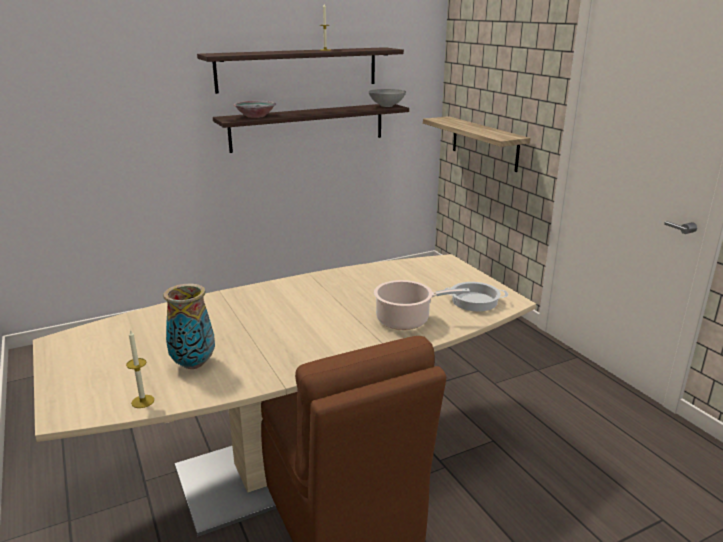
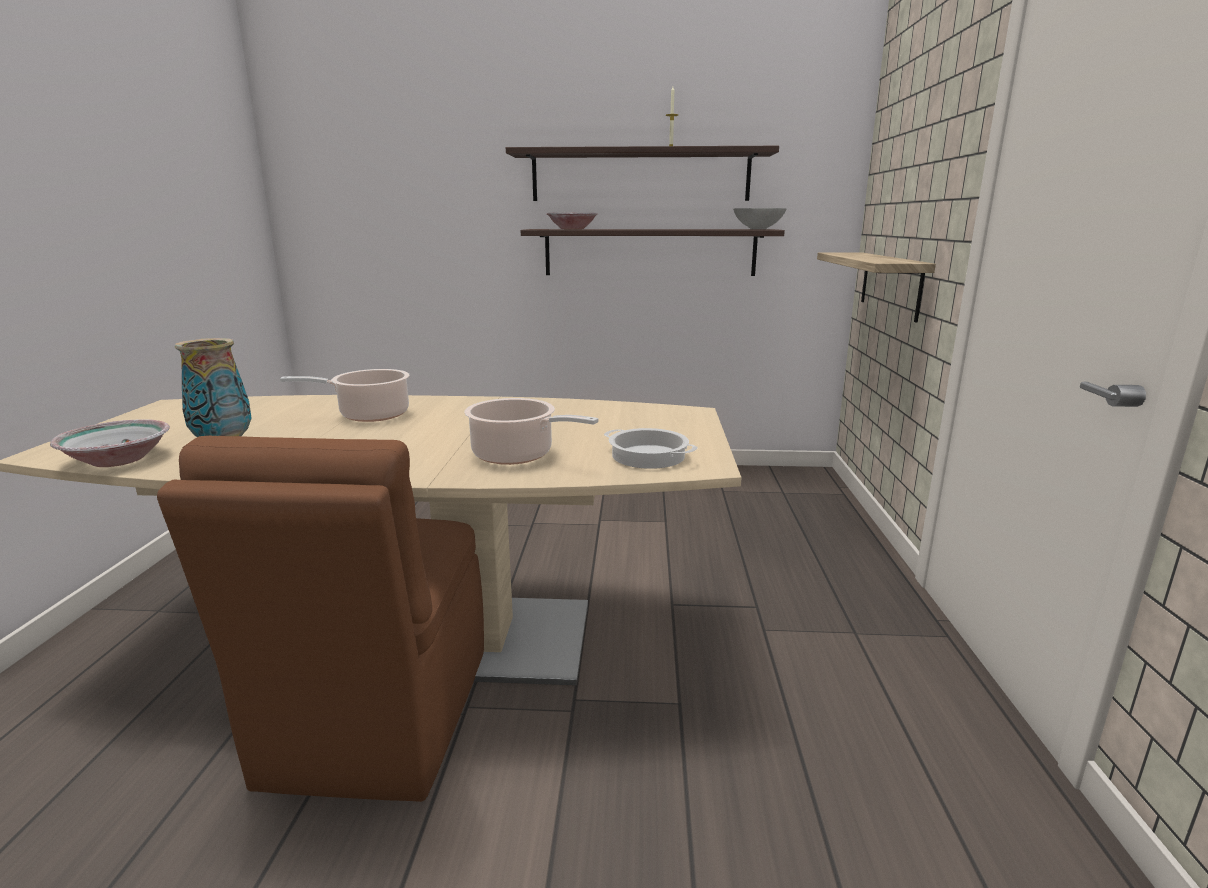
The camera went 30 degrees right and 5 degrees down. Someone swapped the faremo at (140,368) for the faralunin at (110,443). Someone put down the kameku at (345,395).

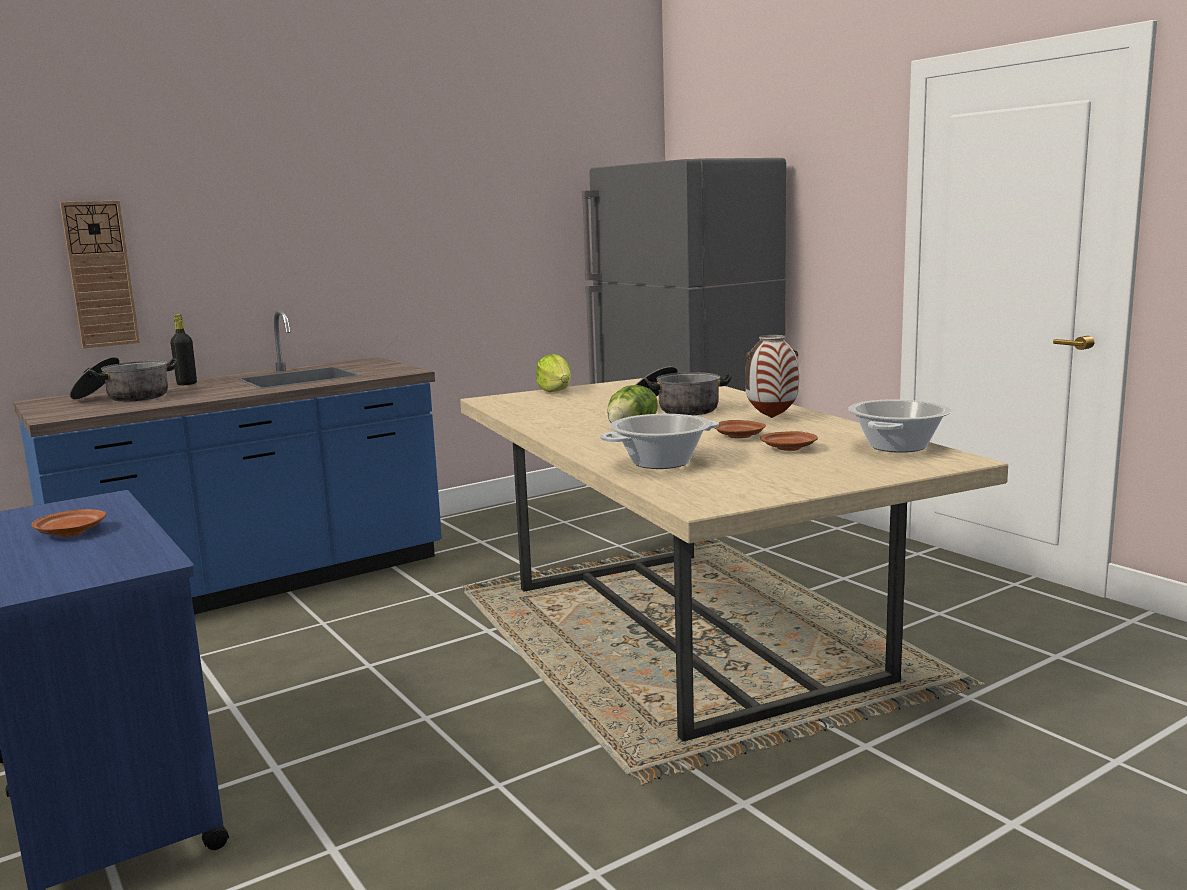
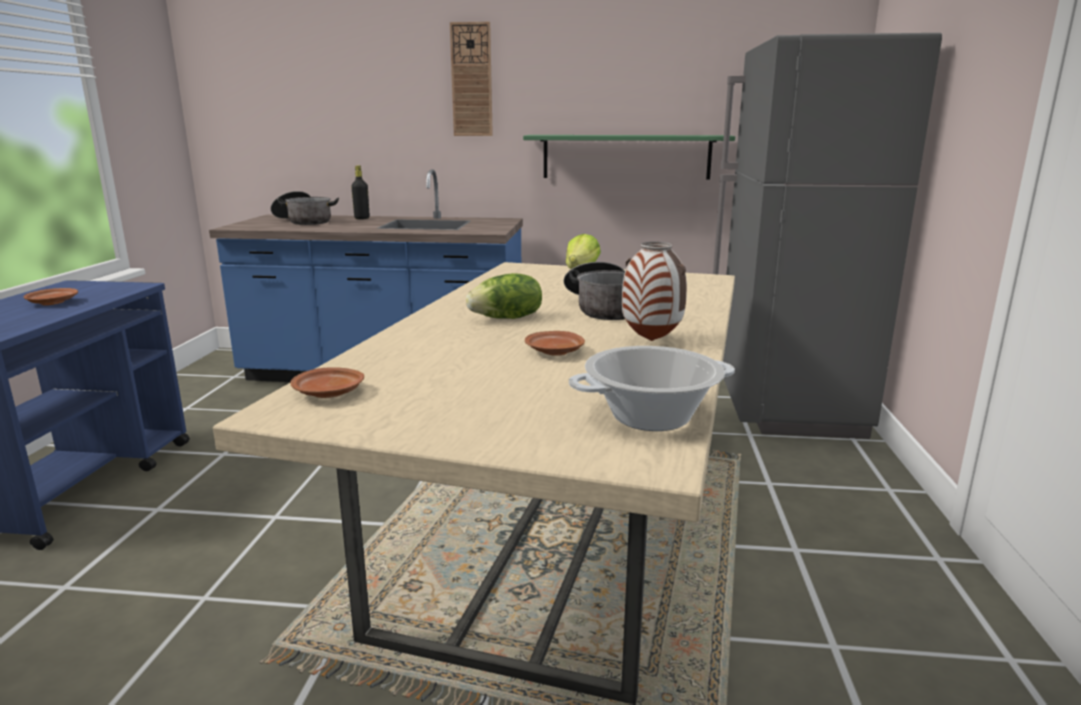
The camera went 40 degrees right and 5 degrees up. Someone carried the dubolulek from (100,274) to (471,79). Someone took away the kameku at (659,441). Someone carried the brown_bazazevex from (789,441) to (327,382). Someone put up the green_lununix at (629,157).

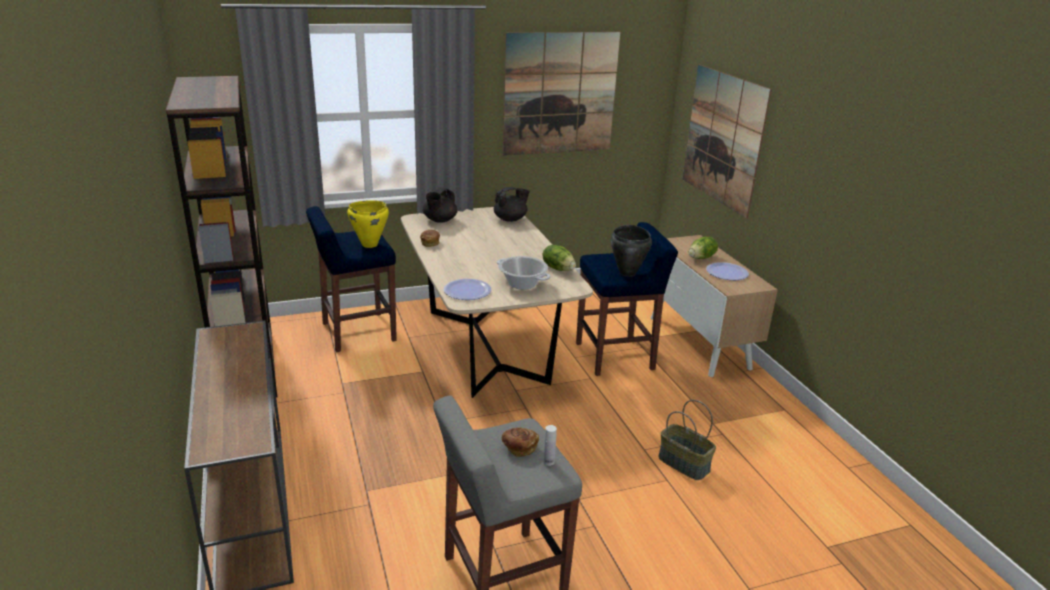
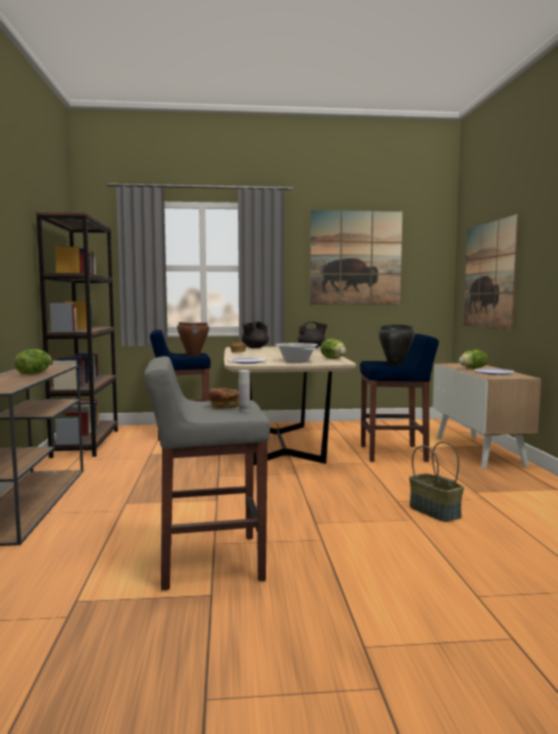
The camera went 15 degrees right and 20 degrees down. Someone repainted the yellow_kameku at (368,224), which became the brown_kameku at (193,339). Someone put down the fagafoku at (32,362).

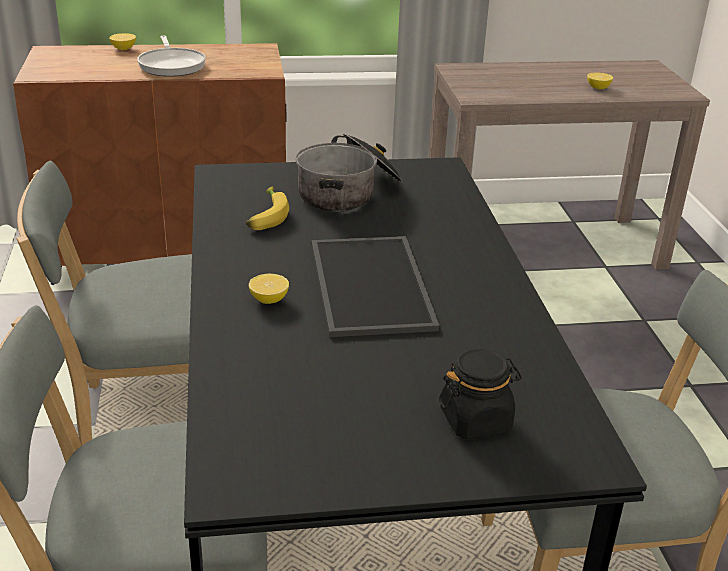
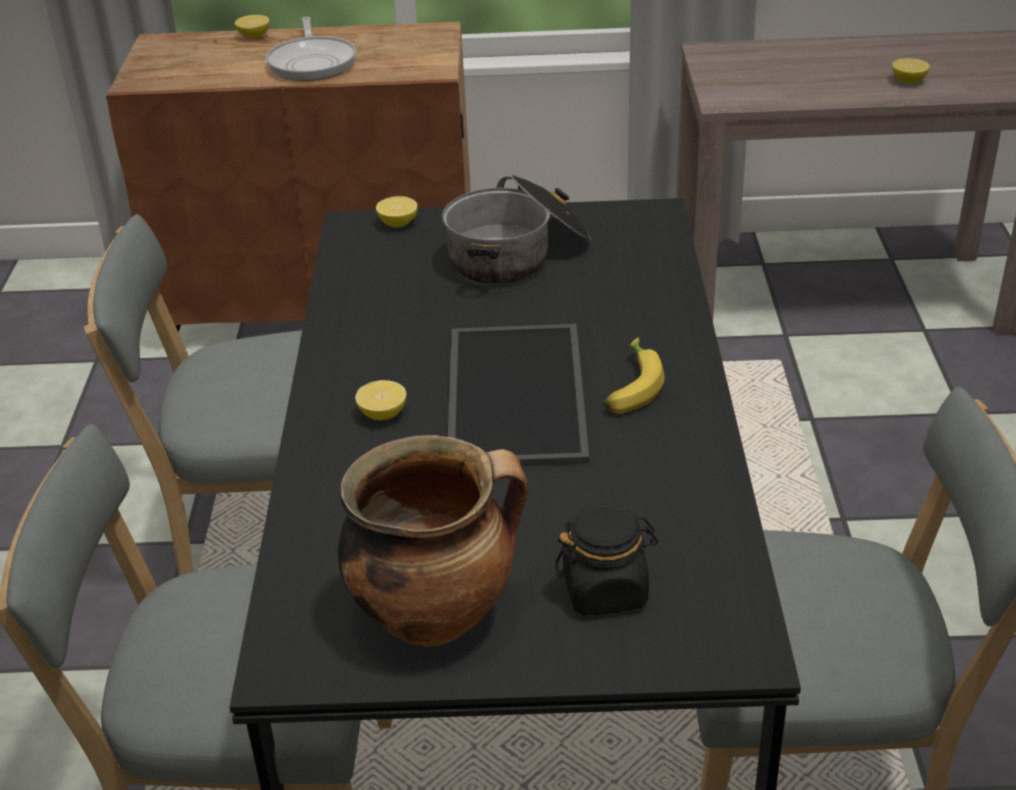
The camera went 10 degrees right and 5 degrees up. Someone carried the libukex from (267,208) to (634,375). Someone put down the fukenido at (397,212). Someone put down the kameku at (433,541).

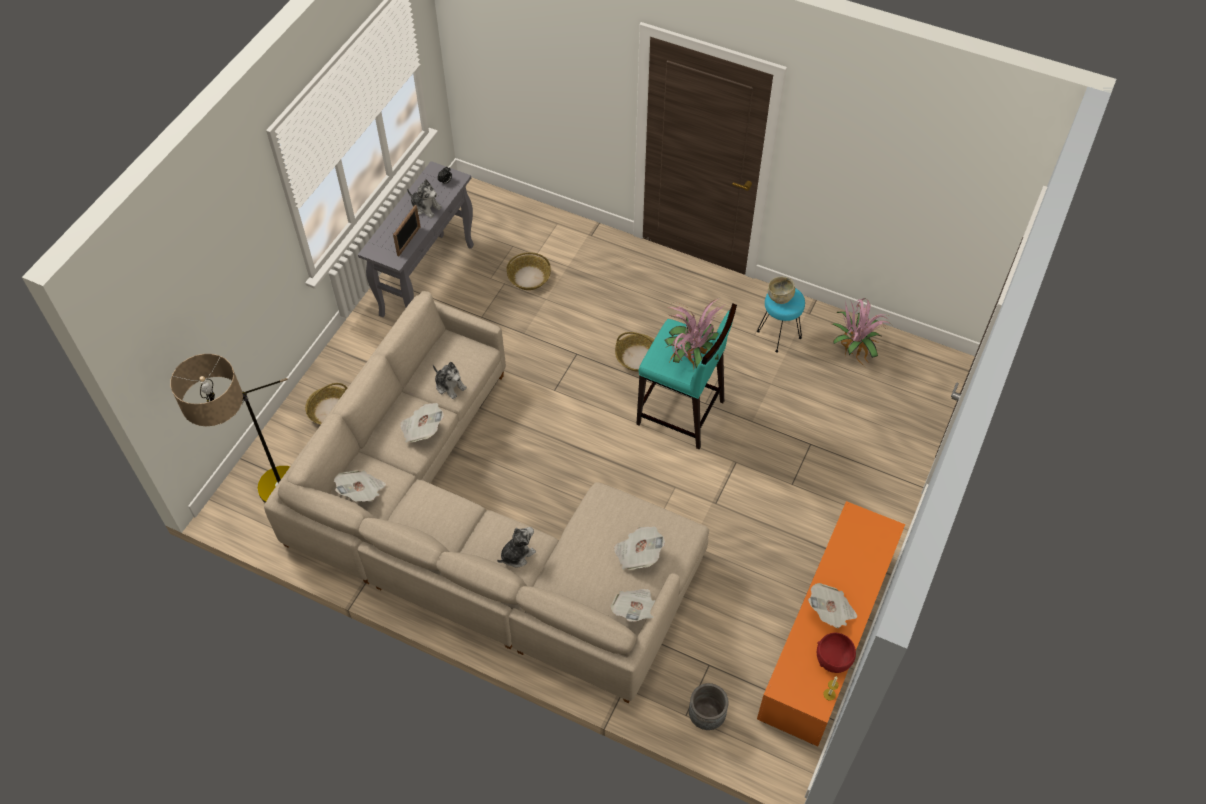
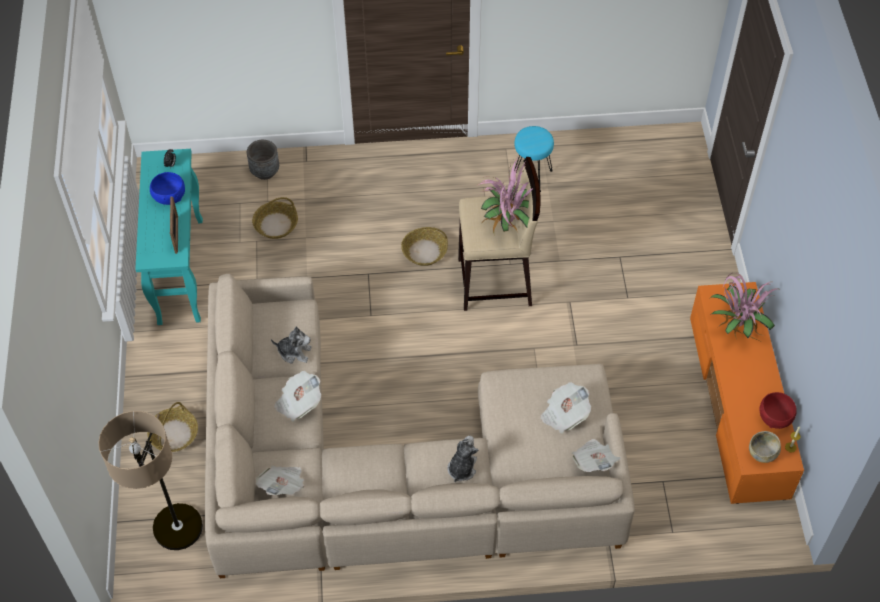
The camera went 30 degrees left and 0 degrees up. Someone repainted the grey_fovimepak at (416,239), which became the turquoise_fovimepak at (169,237). Someone swapped the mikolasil at (424,198) for the blue_faralunin at (167,188). Someone carried the beige_faralunin from (781,290) to (765,447). Someone carried the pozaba from (863,332) to (744,307). Someone repainted the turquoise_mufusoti at (686,376), which became the beige_mufusoti at (499,234). Someone took away the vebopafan at (832,605). Someone carried the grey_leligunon from (708,706) to (263,160).

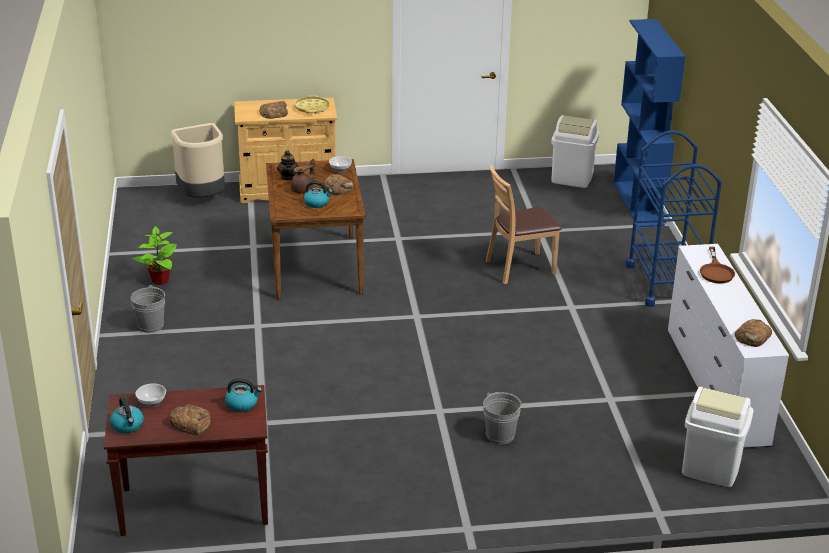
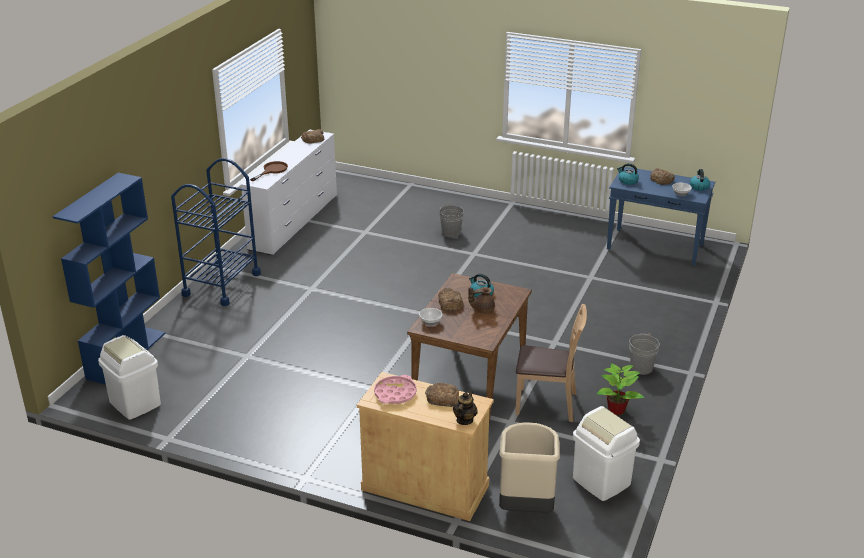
The camera went 150 degrees left and 0 degrees up. Someone repainted the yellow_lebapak at (311,104), which became the pink_lebapak at (395,389). Someone carried the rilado from (288,165) to (465,407). Someone carried the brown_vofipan from (523,224) to (551,363). Someone repainted the brown_fovimepak at (186,460), which became the blue_fovimepak at (661,216). Someone carried the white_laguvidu from (717,437) to (606,453).

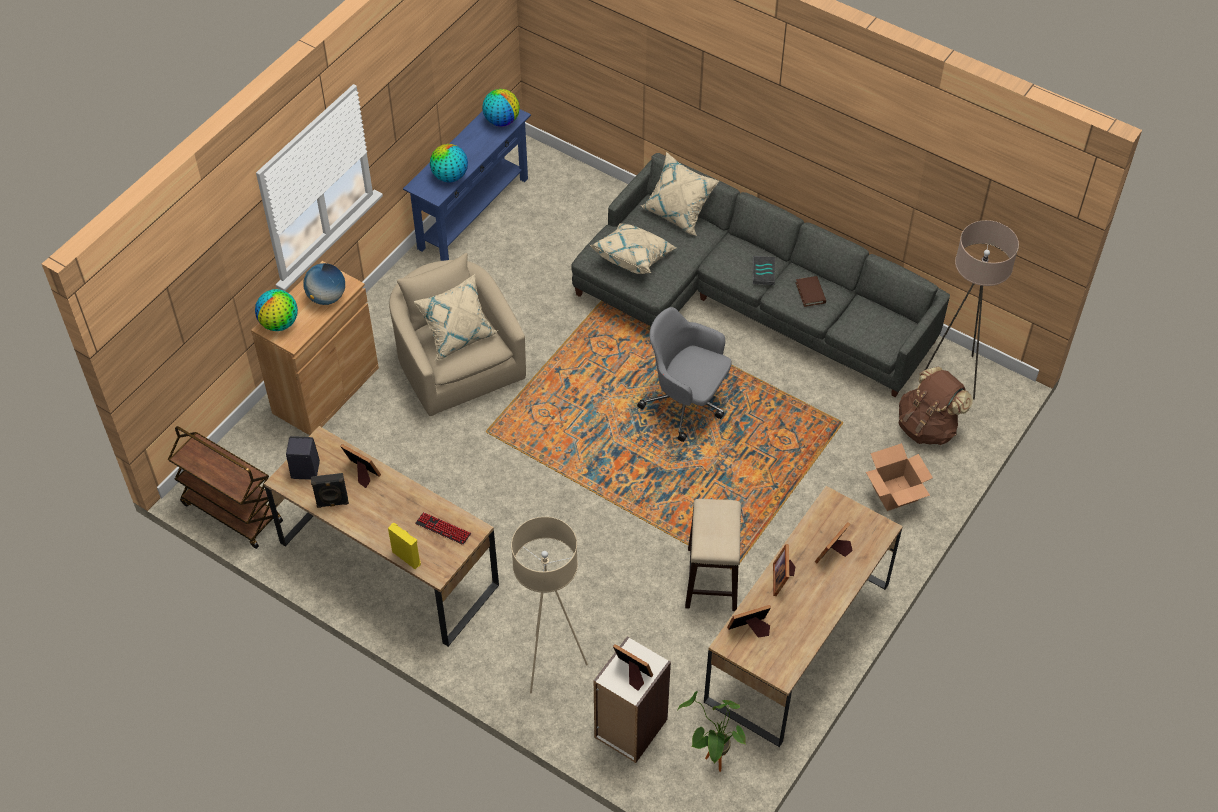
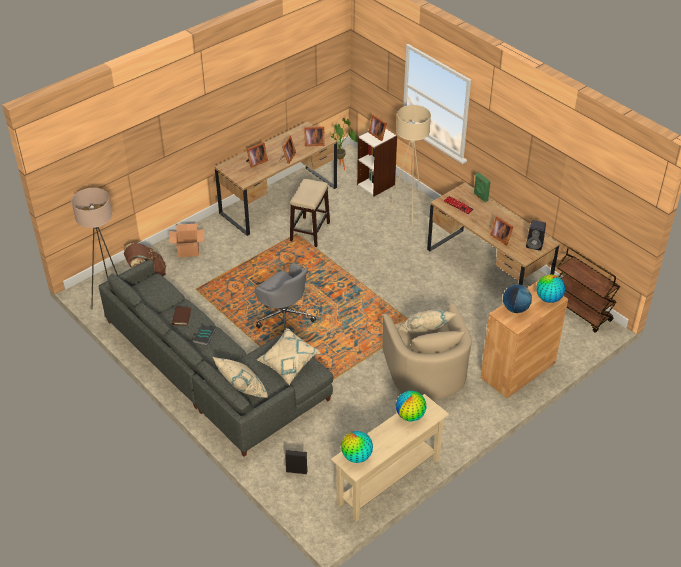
The camera went 165 degrees left and 10 degrees down. Someone repainted the blue_fovimepak at (467,185), which became the beige_fovimepak at (390,458). Someone carried the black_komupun from (330,490) to (296,462). Someone repainted the yellow_komupun at (404,546), which became the green_komupun at (482,187).

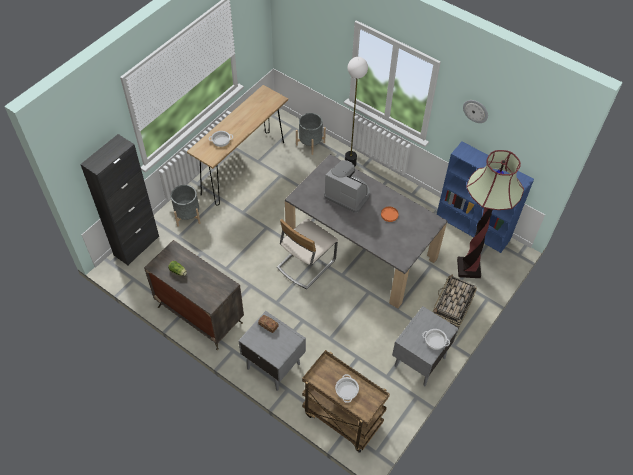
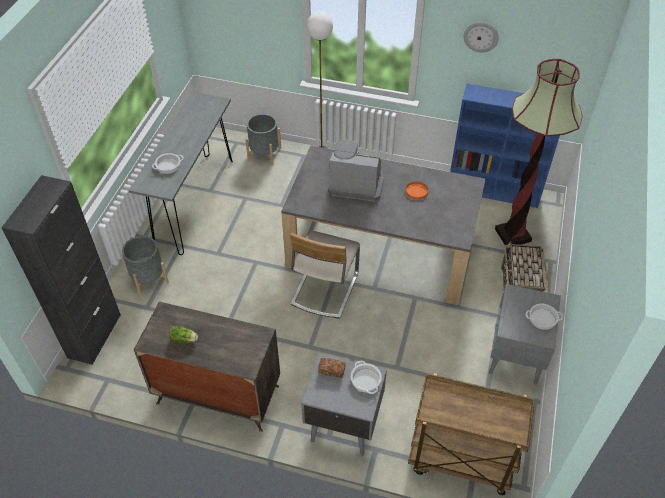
The camera went 20 degrees left and 5 degrees down. Someone repainted the brown_fovimepak at (237,145), which became the grey_fovimepak at (181,173). Someone carried the kameku from (347,388) to (366,377).

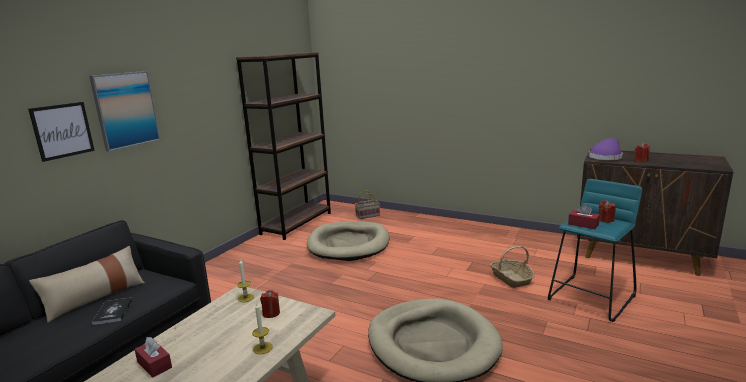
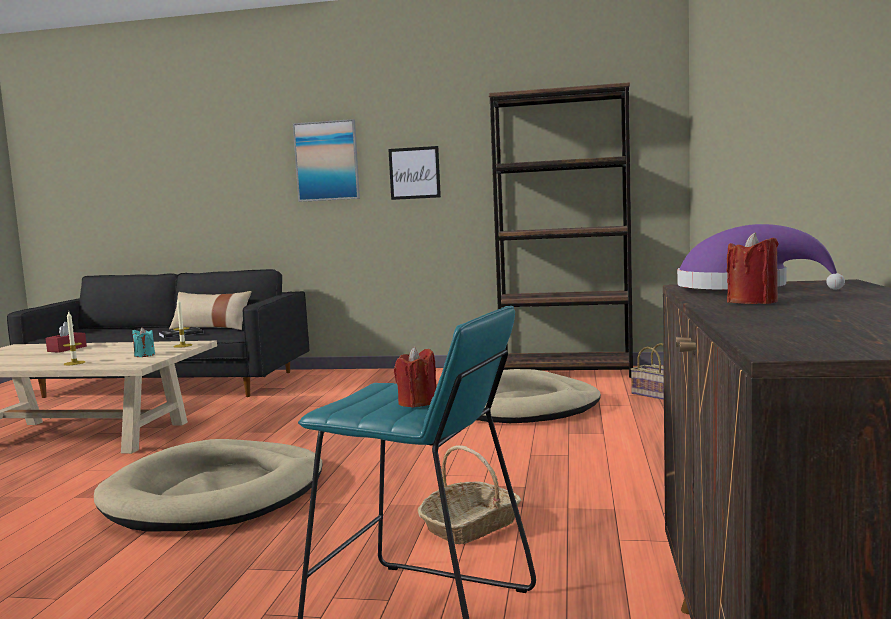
The camera went 70 degrees right and 10 degrees down. Someone carried the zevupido from (61,132) to (414,173). Someone took away the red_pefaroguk at (584,216). Someone repainted the red_faremo at (270,304), which became the turquoise_faremo at (143,342).

